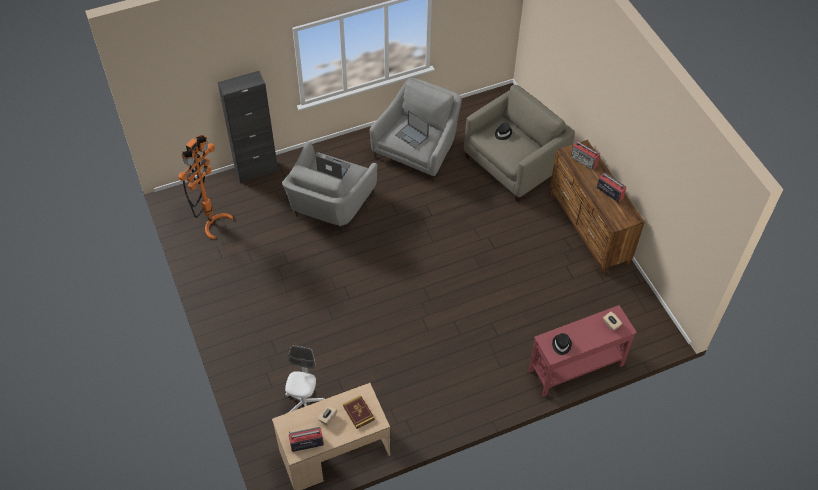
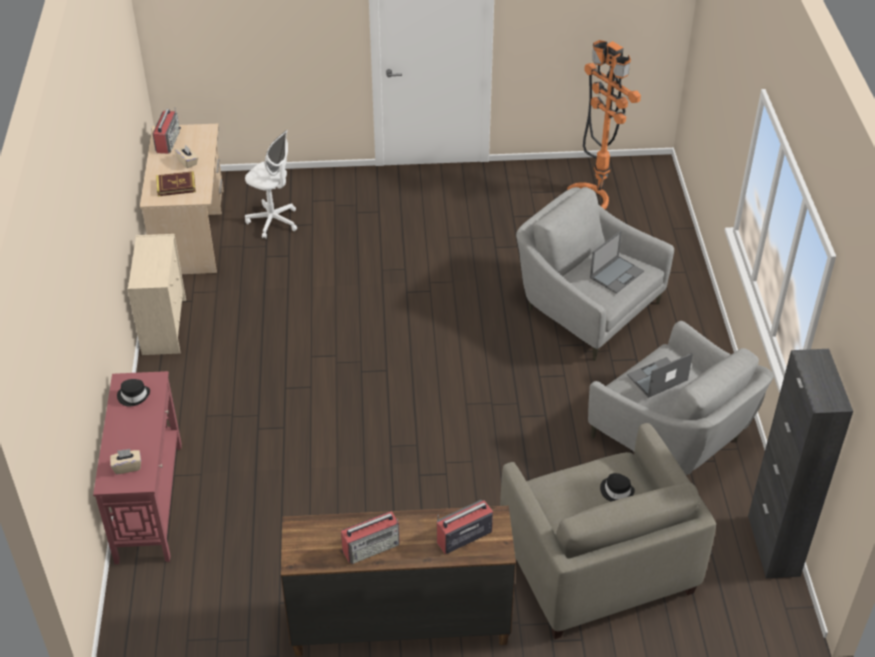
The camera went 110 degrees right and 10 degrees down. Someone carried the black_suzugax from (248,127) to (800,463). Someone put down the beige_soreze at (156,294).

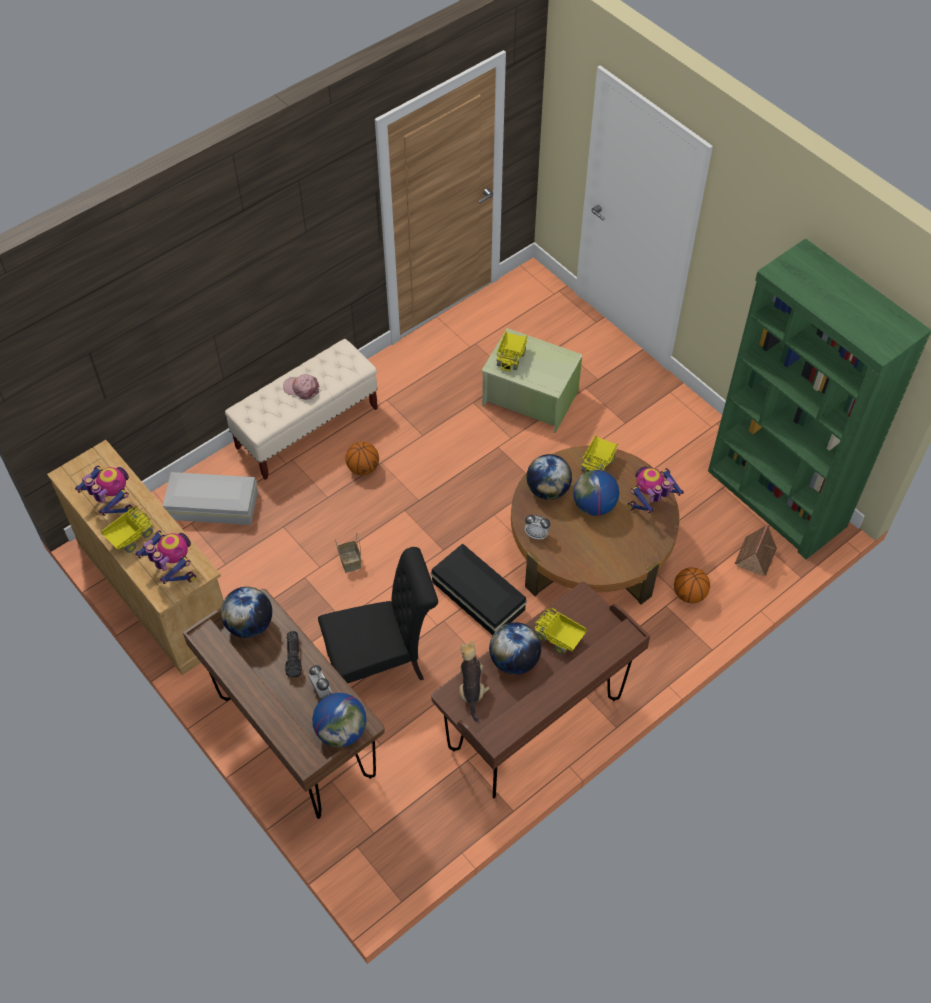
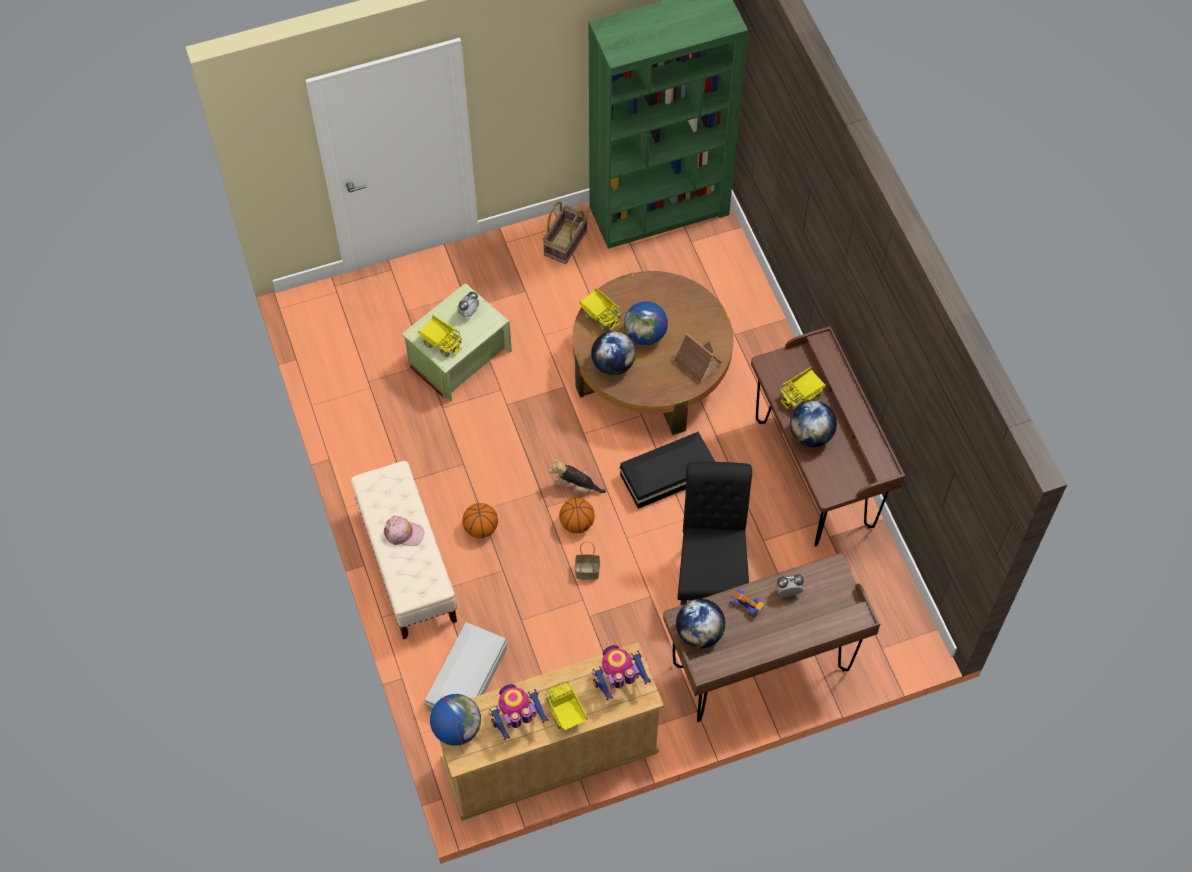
The camera went 70 degrees left and 5 degrees up. Someone rotated the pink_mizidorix at (301,387) by 120 degrees counterclockwise. Someone took away the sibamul at (656,489). Someone carried the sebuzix from (537,527) to (468,305). Someone carried the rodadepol from (756,550) to (696,357). Someone carried the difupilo from (692,585) to (577,515). Someone swapped the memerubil at (293,654) for the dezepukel at (747,603). Someone carried the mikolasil from (474,681) to (577,475). Someone carried the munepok from (339,720) to (455,720). Someone put down the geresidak at (565,232).

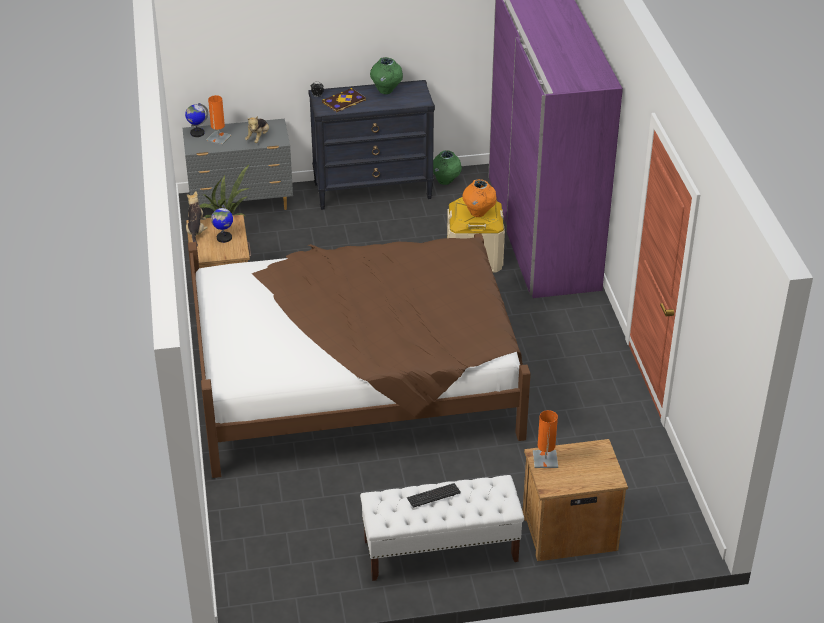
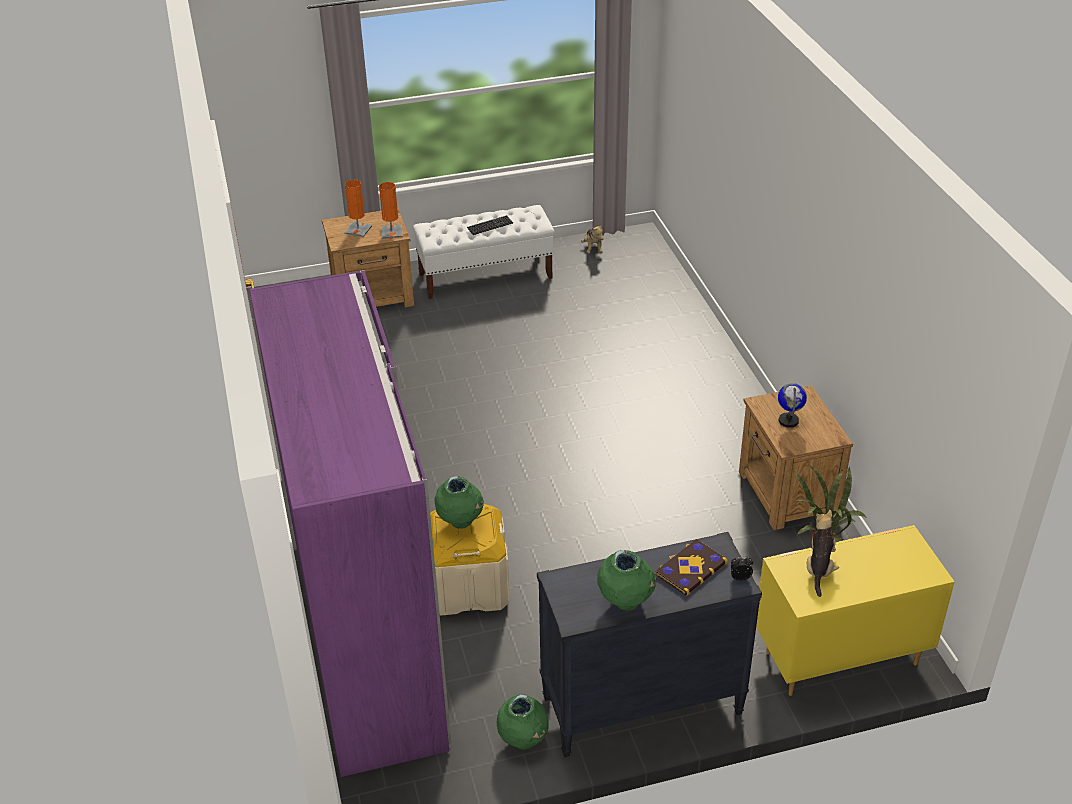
The camera went 175 degrees right and 0 degrees up. Someone carried the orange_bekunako from (218,120) to (358,208). Someone took away the munepok at (196,120). Someone repainted the grey_soreze at (237,164), which became the yellow_soreze at (855,610). Someone repainted the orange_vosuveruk at (479,198), which became the green_vosuveruk at (459,502). Someone carried the mikolasil from (197,218) to (592,238). Someone took away the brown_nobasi at (359,355).

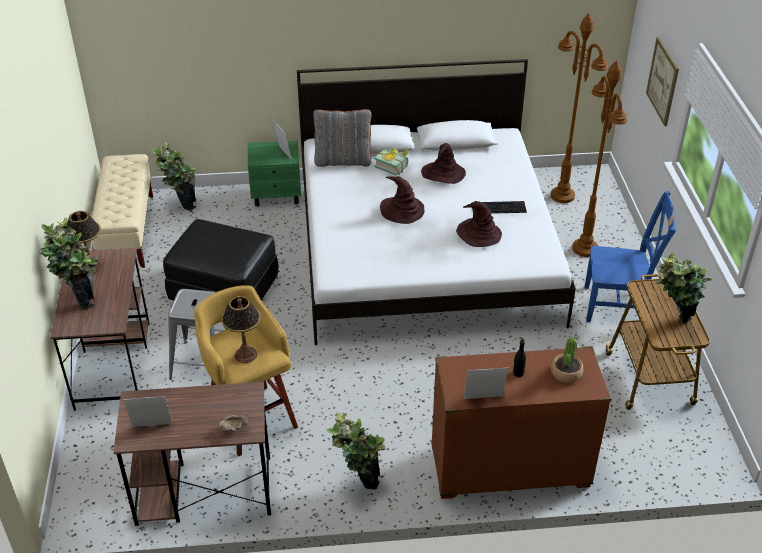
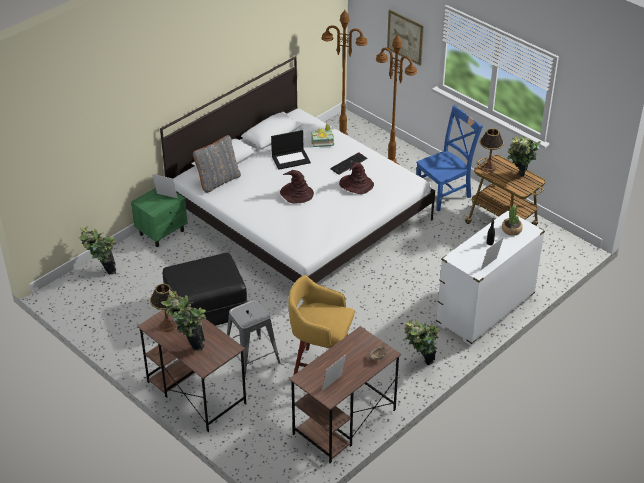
The camera went 40 degrees left and 0 degrees up. Someone swapped the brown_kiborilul at (443,163) for the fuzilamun at (291,150). Someone carried the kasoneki from (391,162) to (323,135). Someone took away the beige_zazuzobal at (122,211). Someone carried the bekunako from (241,329) to (492,150). Someone repainted the brown_soreze at (521,422), which became the white_soreze at (490,278).

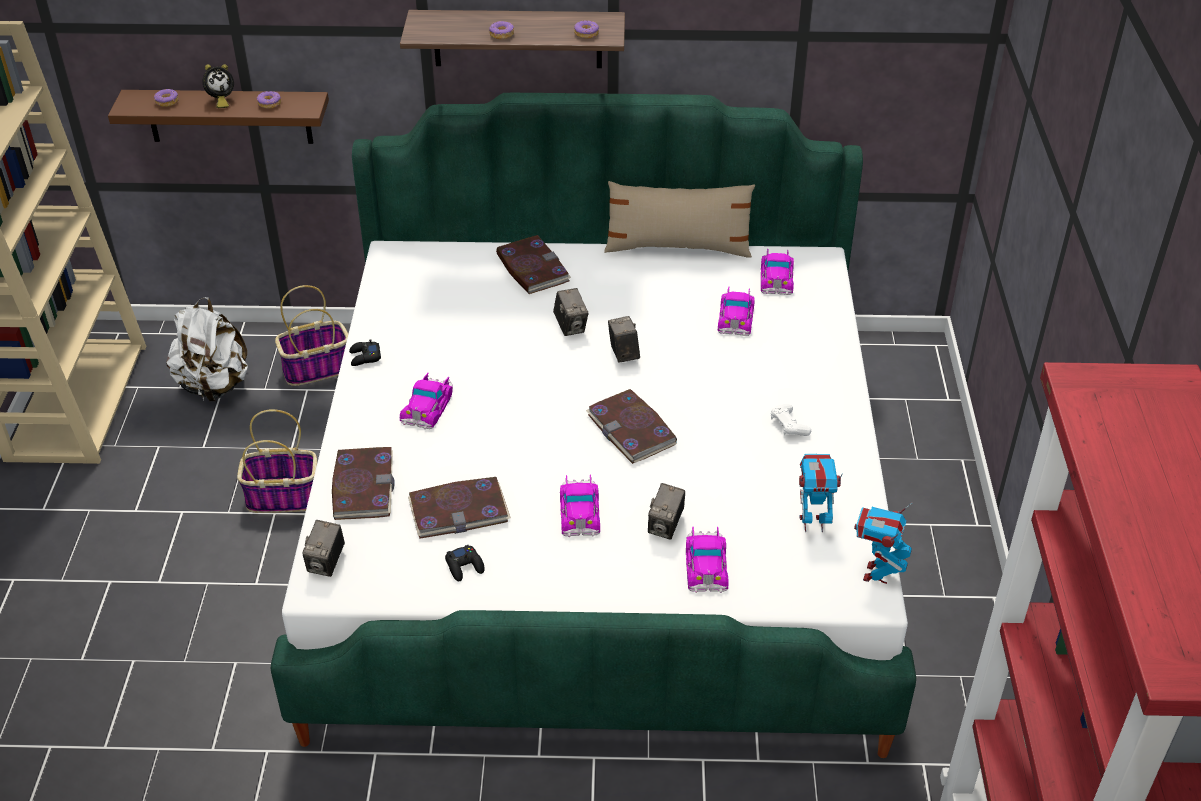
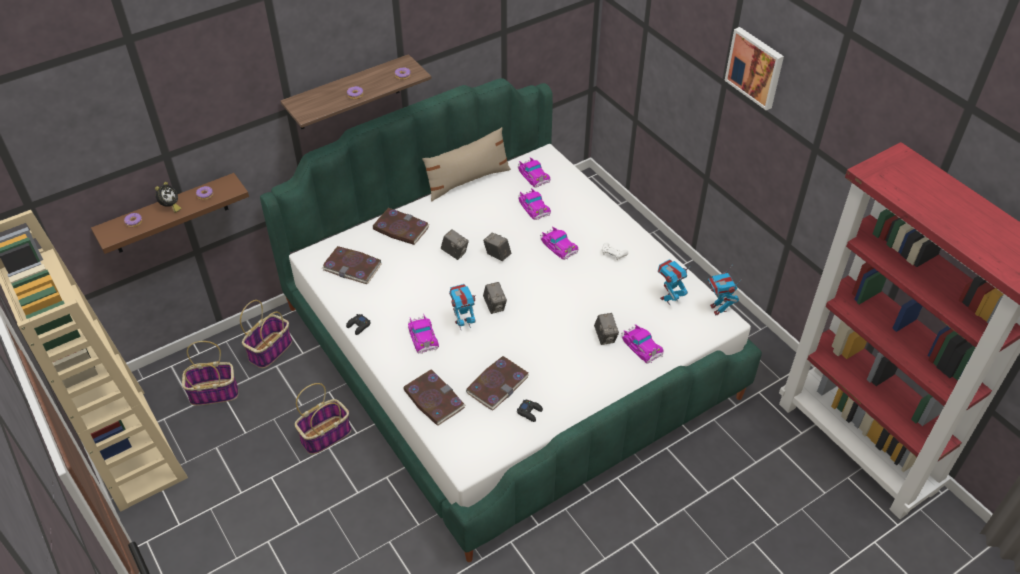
The camera went 35 degrees left and 5 degrees up. Someone swapped the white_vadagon at (207,349) for the geresidak at (210,373). Someone carried the kasoneki from (631,426) to (352,265). Someone carried the dezepukel from (580,505) to (559,243). Someone carried the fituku from (324,548) to (495,298). Someone put up the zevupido at (754,68). Someone put down the sibamul at (462,306).

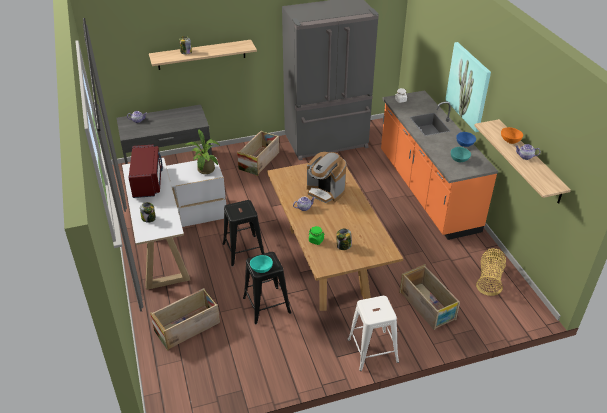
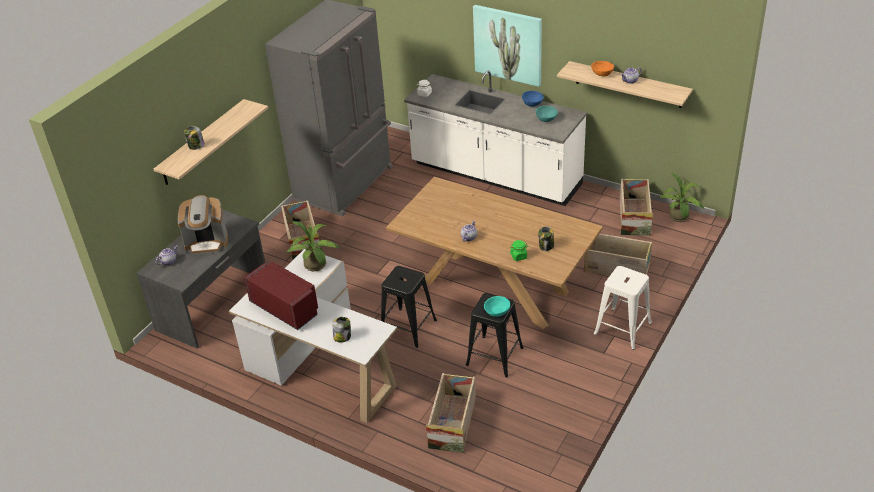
The camera went 40 degrees left and 0 degrees up. Someone repainted the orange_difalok at (439,165), which became the white_difalok at (495,138). Someone carried the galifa from (326,177) to (203,225). Someone swapped the geresidak at (491,272) for the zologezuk at (636,207). Someone put down the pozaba at (682,197).

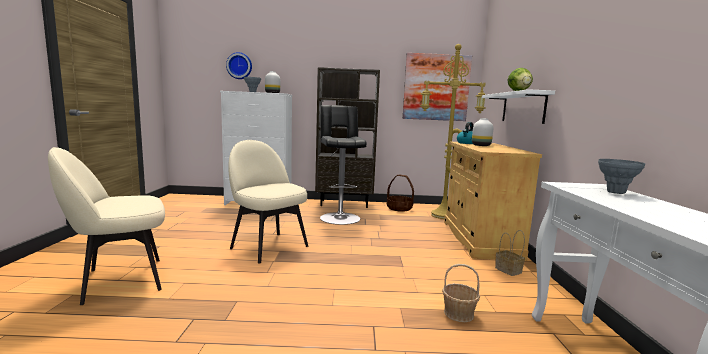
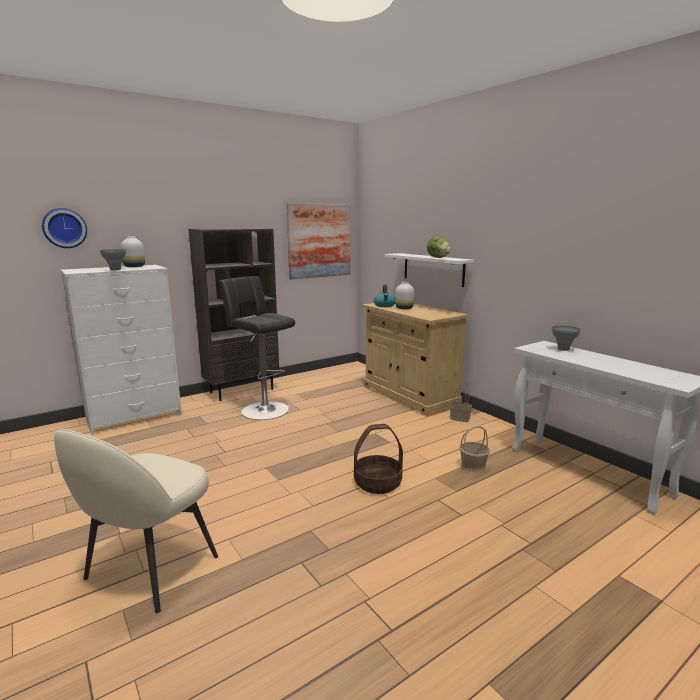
The camera went 35 degrees left and 5 degrees up. Someone took away the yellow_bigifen at (453,131). Someone took away the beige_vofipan at (268,202). Someone carried the geresidak from (400,193) to (378,459).

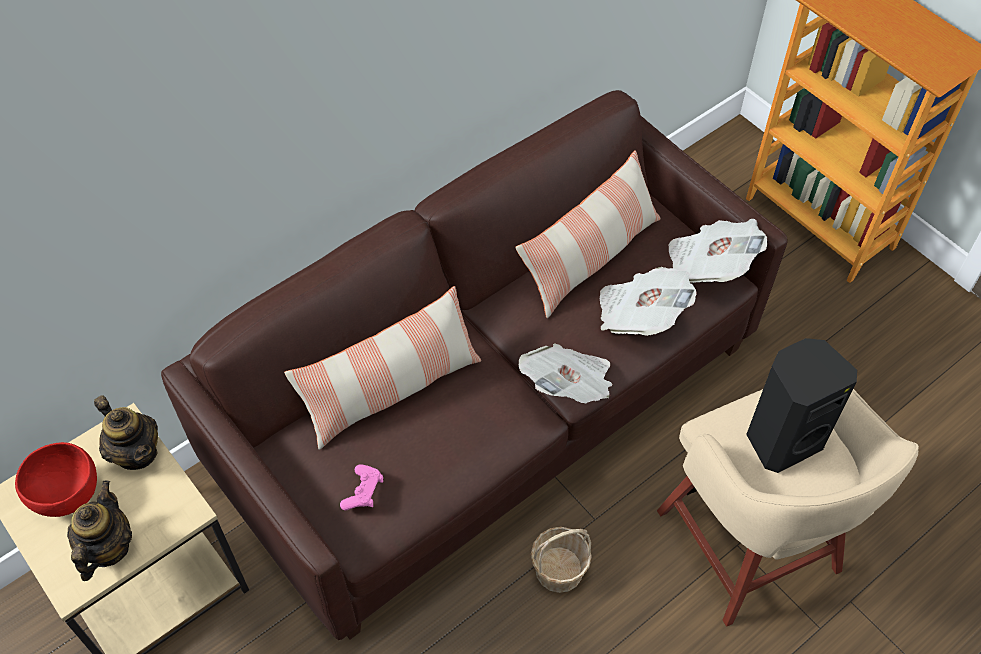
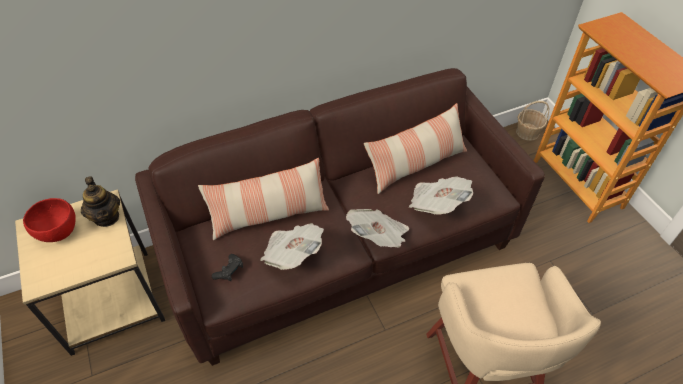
The camera went 15 degrees right and 5 degrees down. Someone carried the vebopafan from (717,251) to (292,246). Someone took away the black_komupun at (801,405). Someone repainted the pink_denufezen at (361,487), which became the black_denufezen at (227,267). Someone took away the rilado at (99,530). Someone carried the geresidak from (561,560) to (533,121).

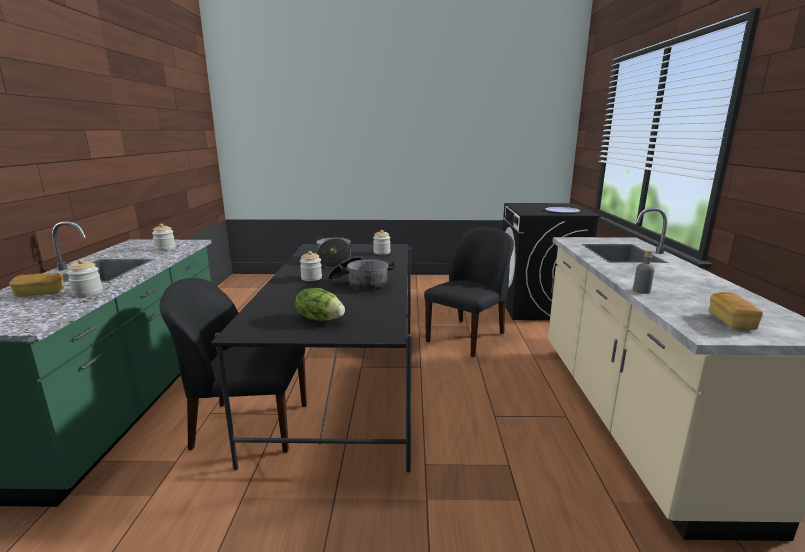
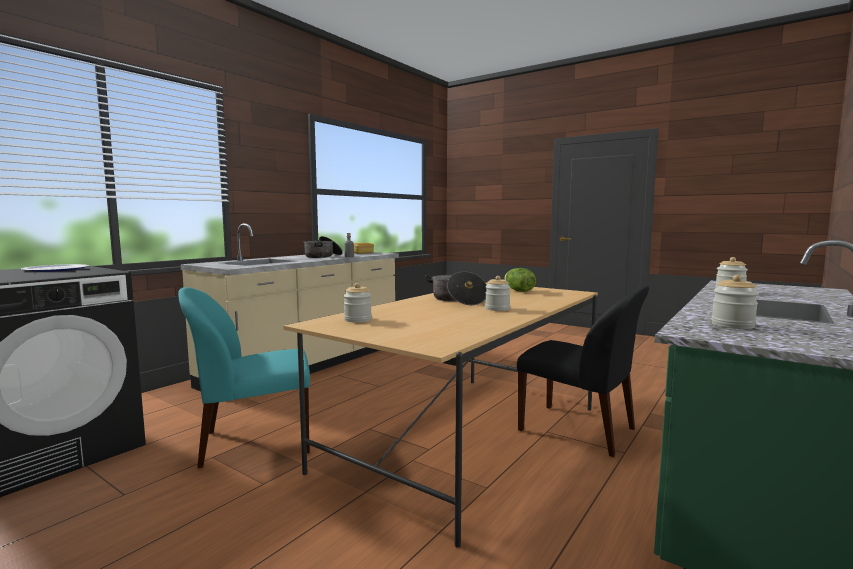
The camera went 145 degrees left and 10 degrees down. Someone repainted the black_vofipan at (469,292), which became the turquoise_vofipan at (244,377). Someone carried the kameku from (333,252) to (323,247). Someone repainted the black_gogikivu at (311,358), which became the beige_gogikivu at (440,415). Someone took away the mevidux at (36,285).

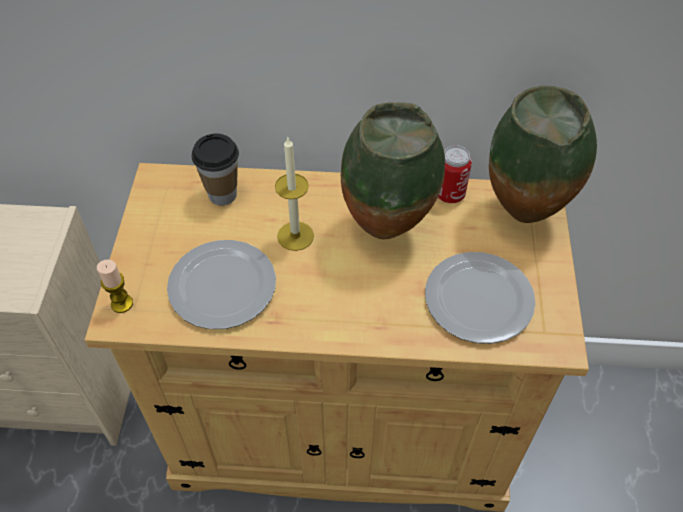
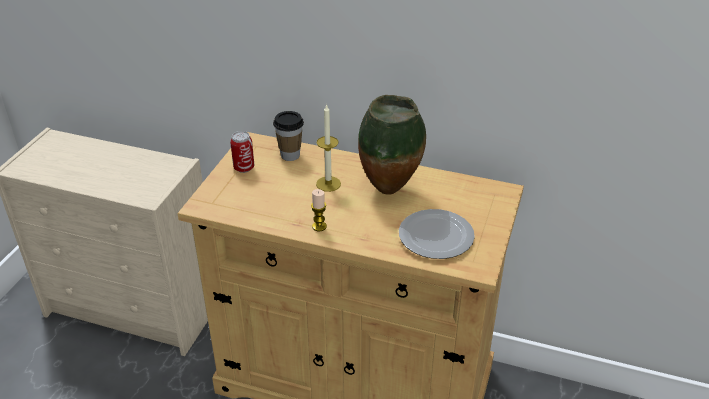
The camera went 15 degrees right and 15 degrees down. Someone took away the vosuveruk at (543,154). Someone carried the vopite from (455,174) to (242,152). Someone took away the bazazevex at (221,284). Someone carried the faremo from (115,286) to (319,210).

